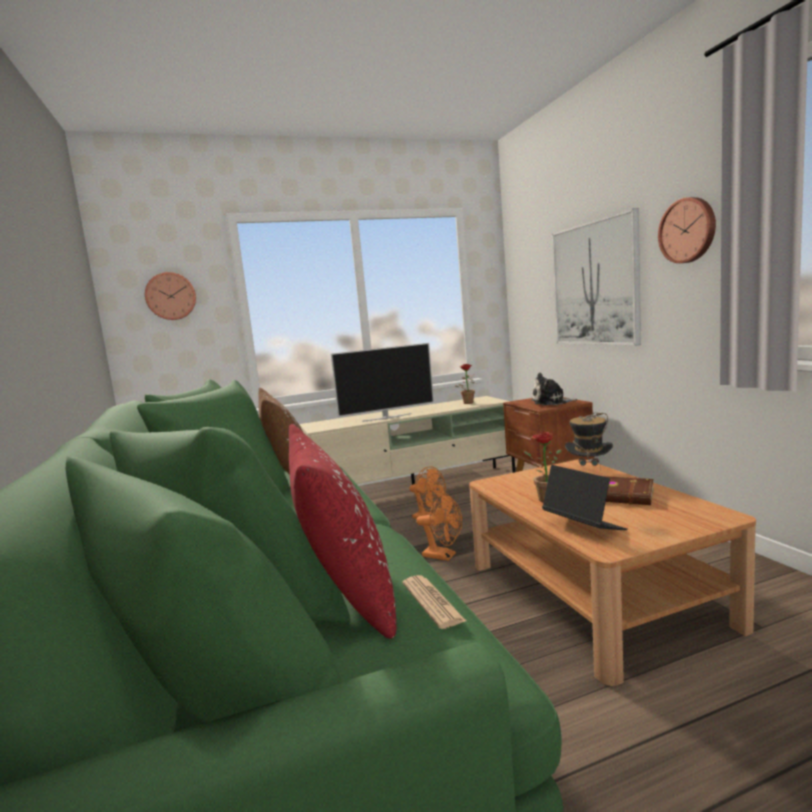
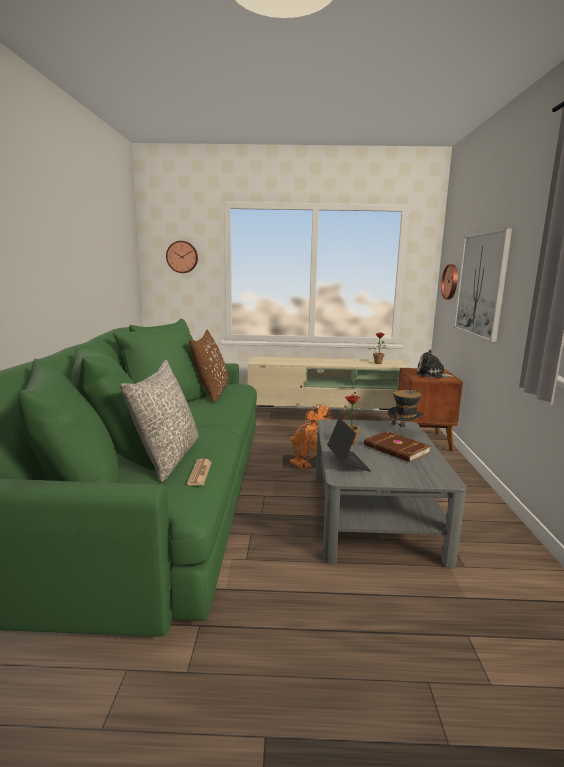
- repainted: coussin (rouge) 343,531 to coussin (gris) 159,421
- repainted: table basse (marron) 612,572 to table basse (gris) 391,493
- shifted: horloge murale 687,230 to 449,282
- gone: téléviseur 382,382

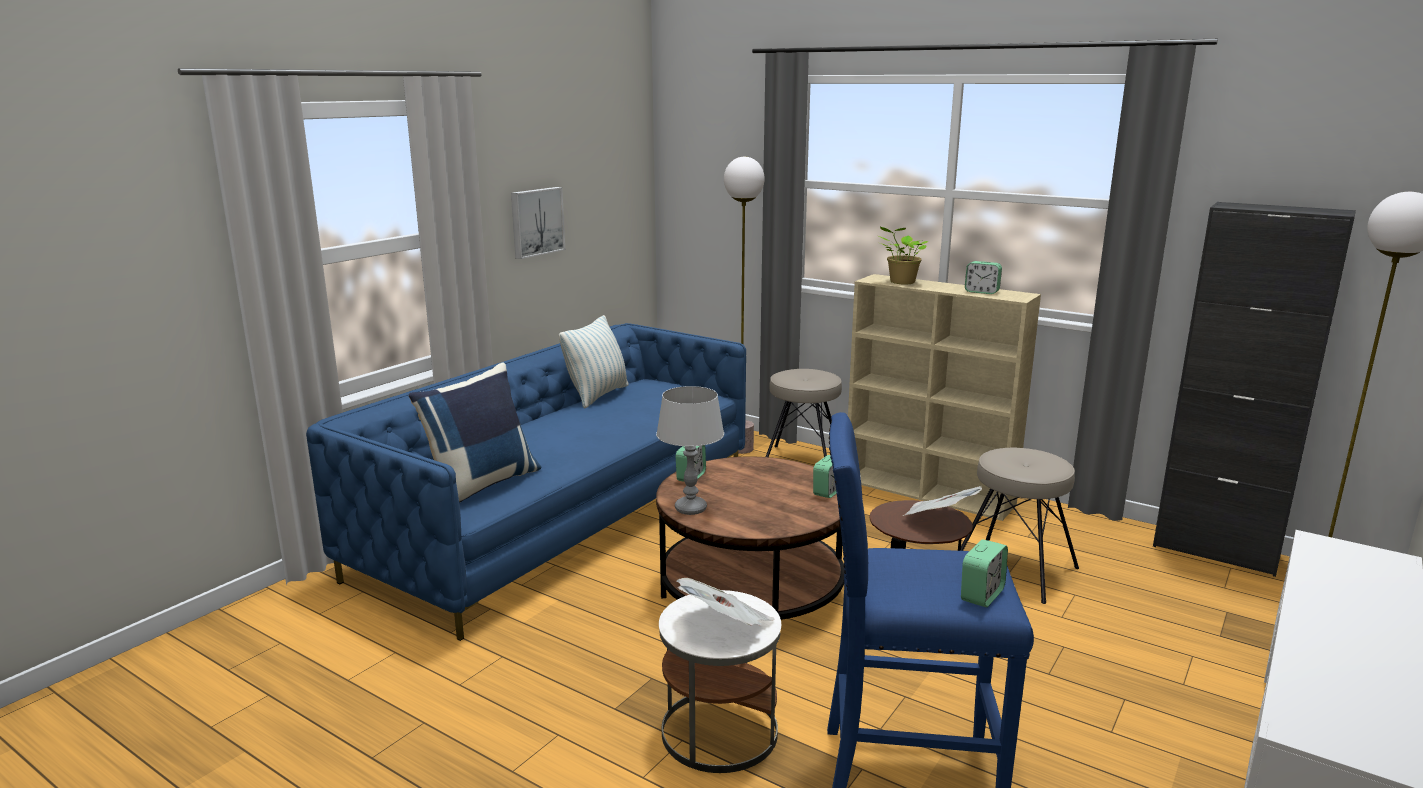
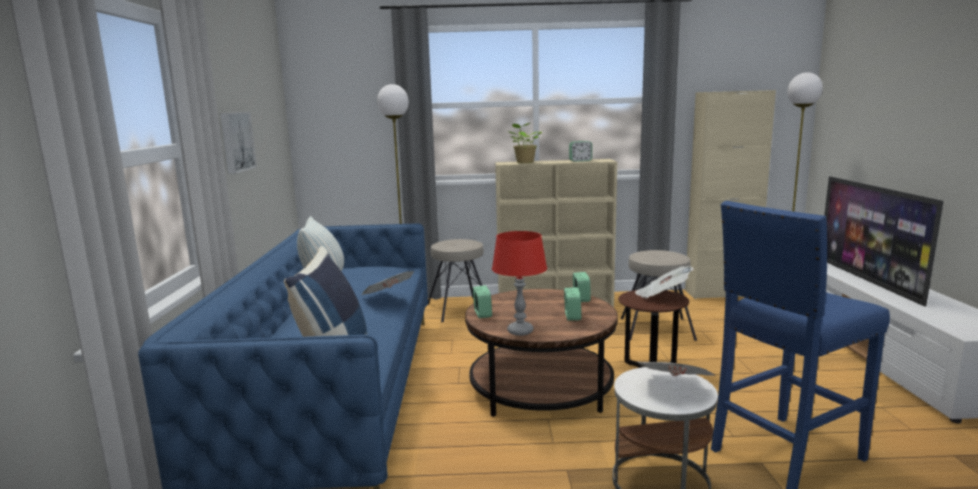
- new: journal 387,283
- repainted: lampe de table (gris) 690,450 to lampe de table (rouge) 519,283
- shifted: réveil 984,573 to 572,304
- repainted: meuble de rangement (noir) 1254,389 to meuble de rangement (beige) 730,194
- new: téléviseur 883,241

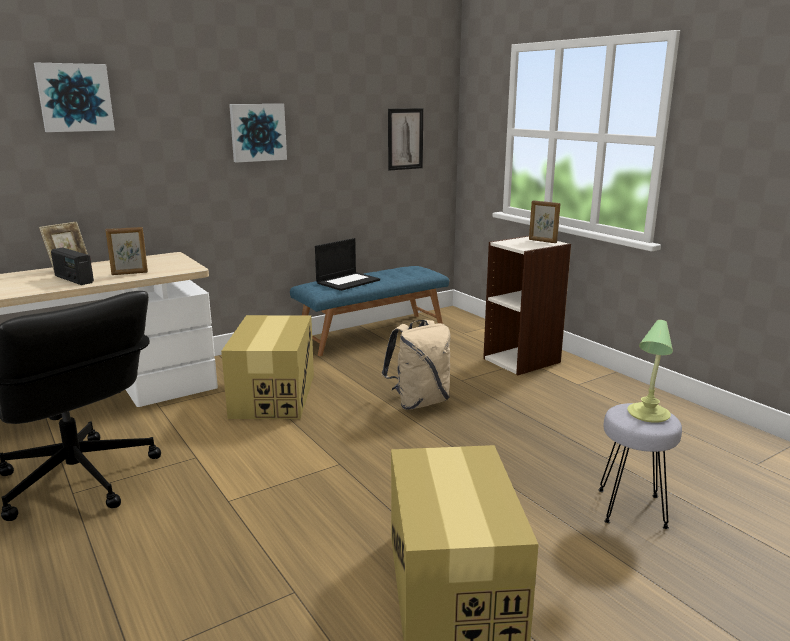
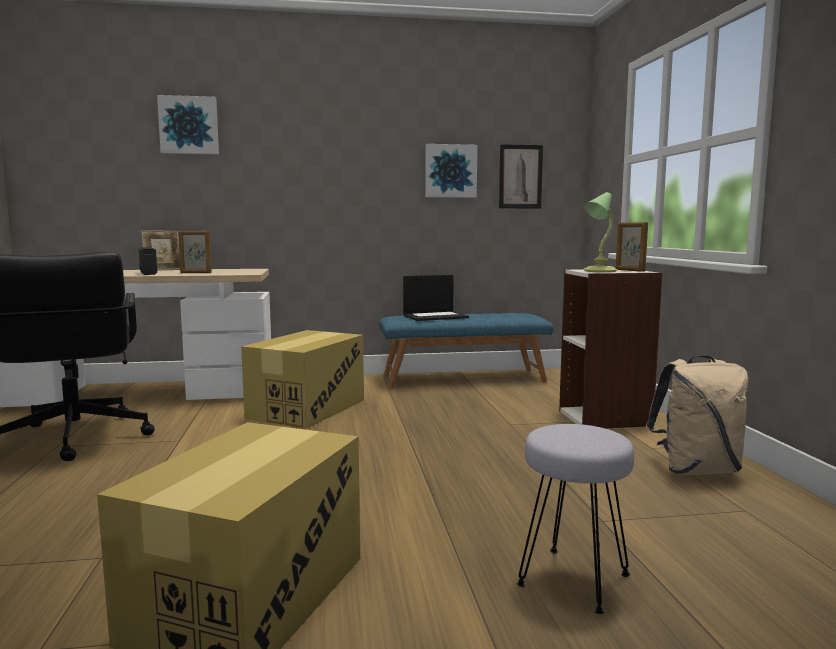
- shifted: tableau 258,133 to 451,171
- shifted: lampe de table 650,371 to 601,232
- shifted: sac à dos (beige) 416,364 to 697,415

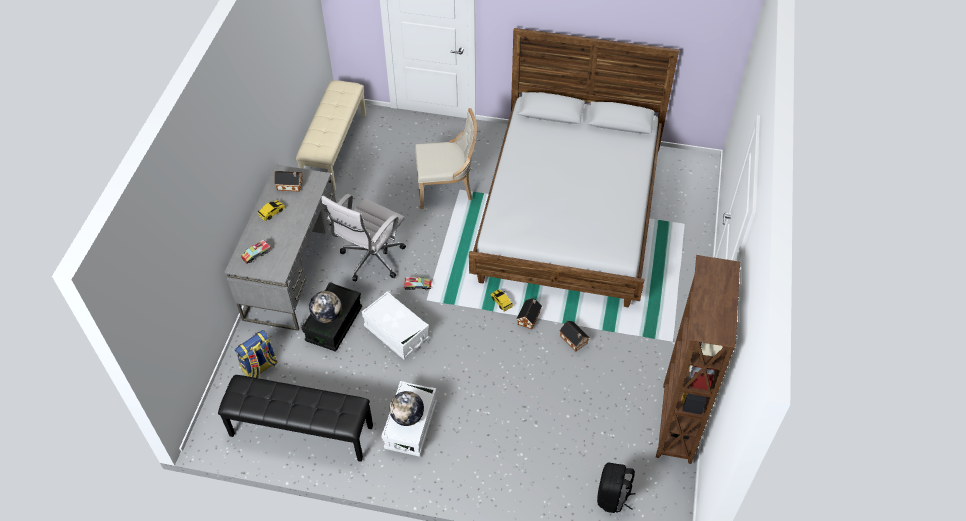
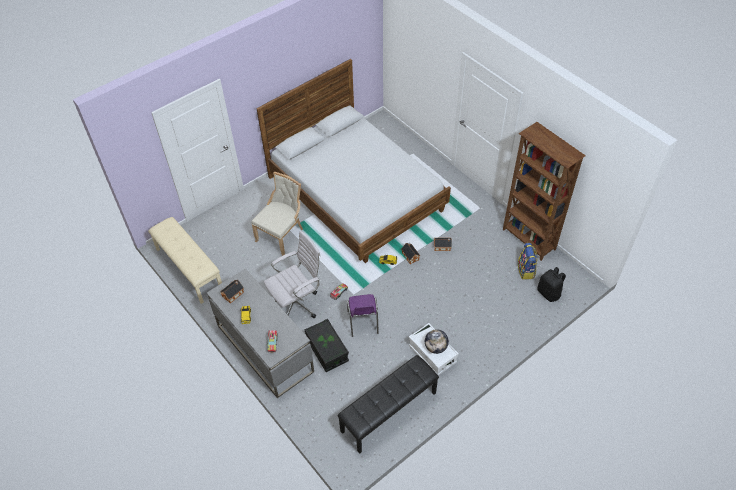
- rotated: chaise de bureau (blanc) 363,237 = 292,274 105 degrees counterclockwise
- swapped: boîte de rangement (blanc) 395,325 to chaise (violet) 363,315
- shifted: sac à dos 256,354 to 527,261
- gone: globe 325,307

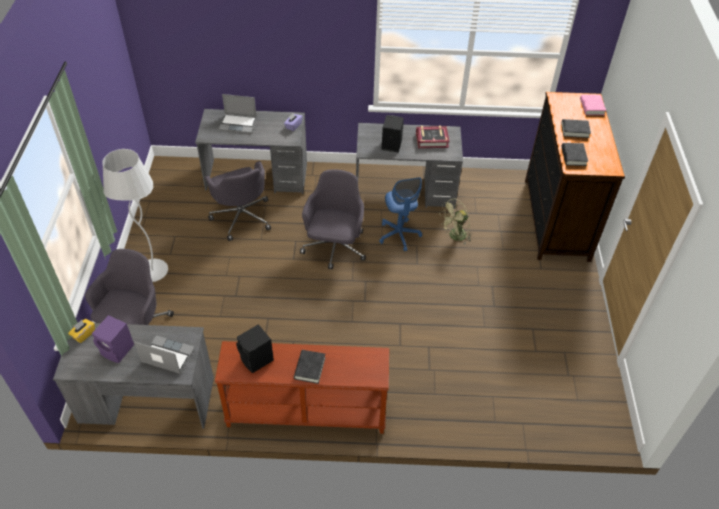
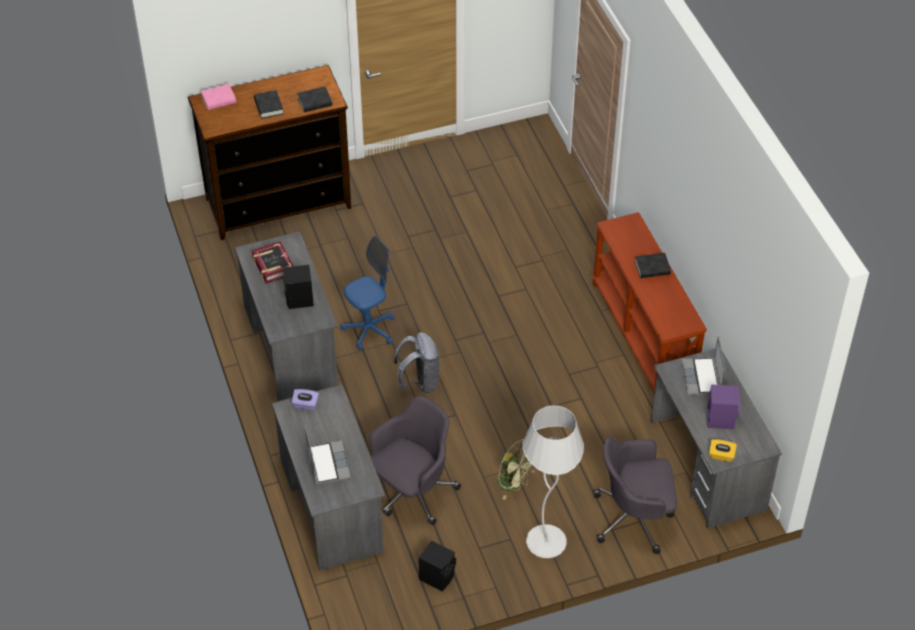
- swapped: chaise de bureau (gris) 333,219 to sac à dos (gris) 416,362
- shifted: enceinte (noir) 255,348 to 437,565
- shifted: ventilateur (vert) 455,221 to 516,469

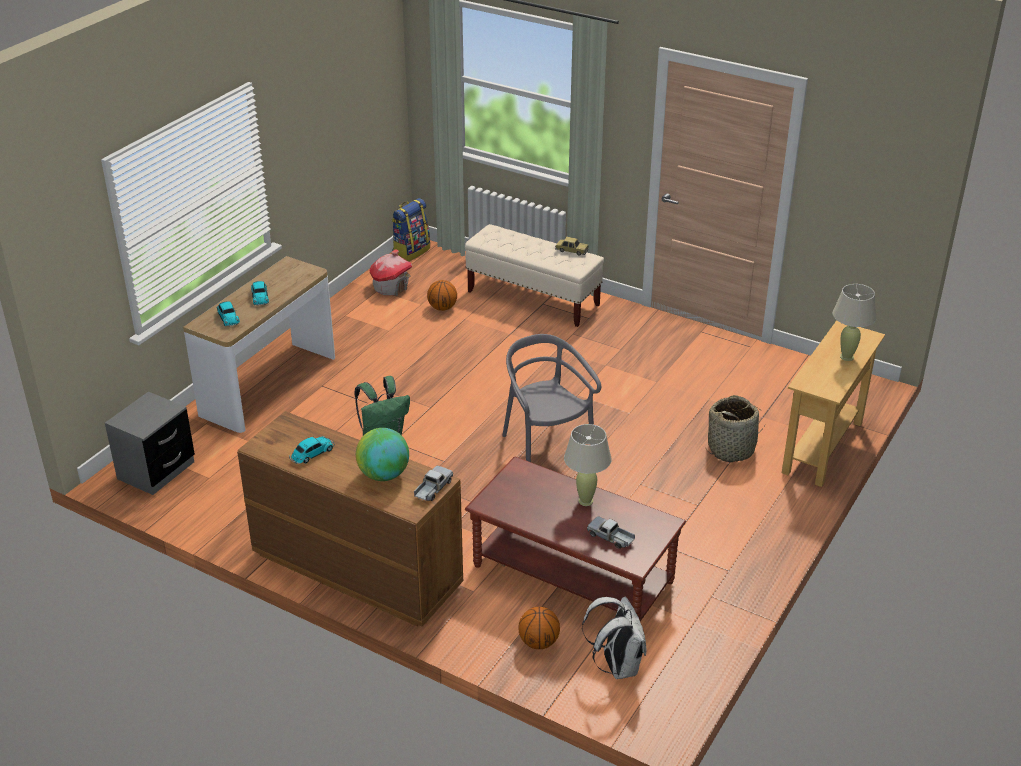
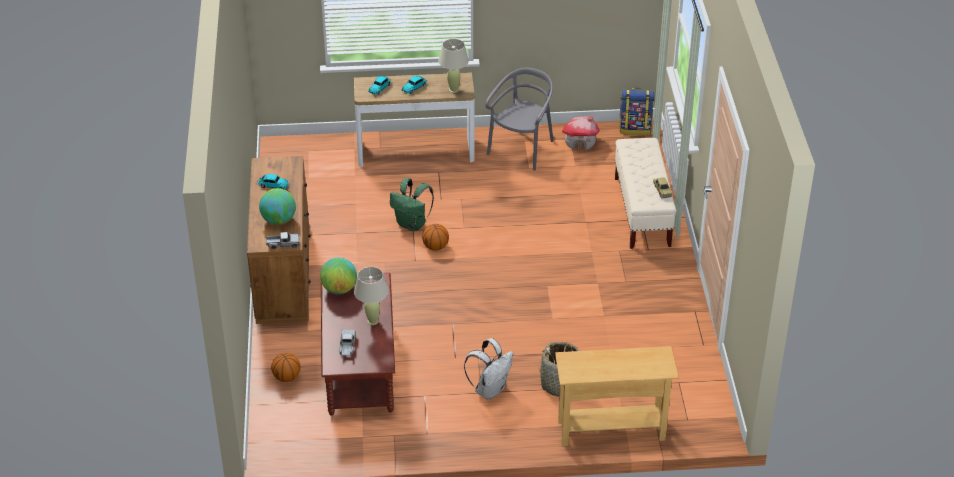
- new: globe 338,275
- shifted: ballon de basket 442,295 to 435,237
- shifted: lampe de table (beige) 854,322 to 454,66
- shifted: sac à dos (blanc) 614,637 to 488,369
- shifted: chaise (gris) 551,398 to 519,119
- gone: table de chevet (gris) 150,443

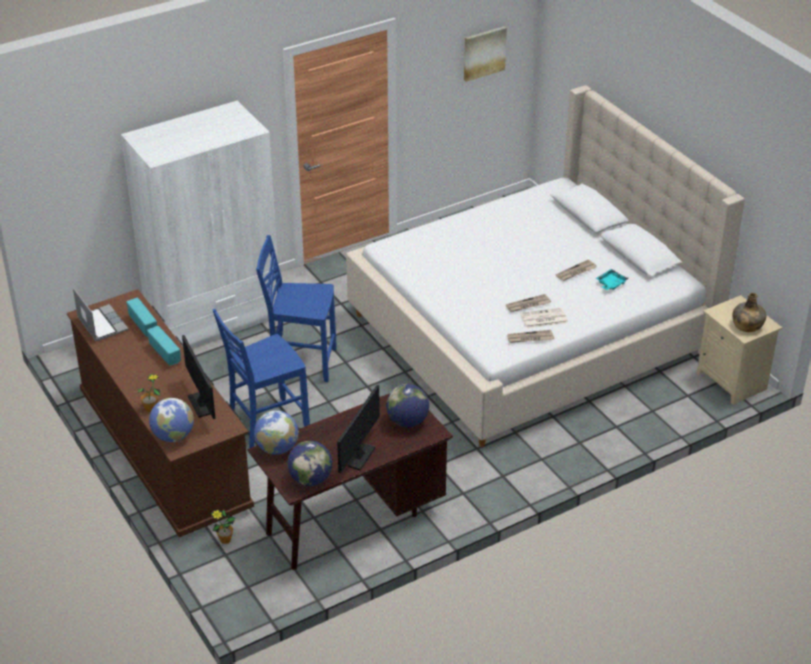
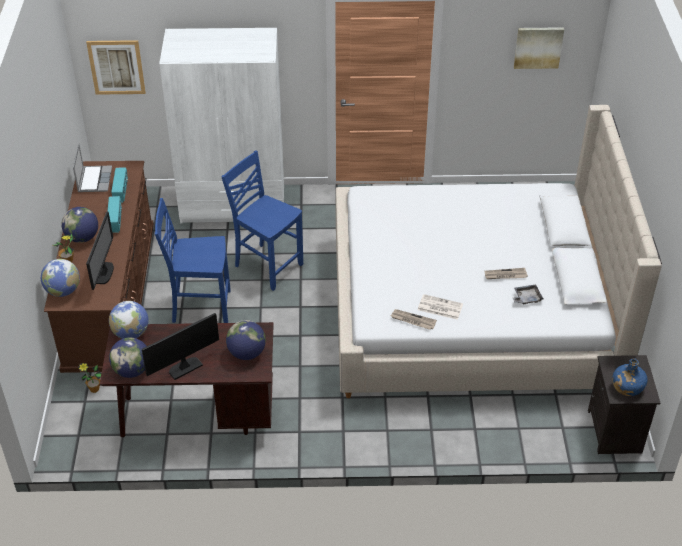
- new: globe 80,225
- new: tableau 116,67
- repainted: plateau (turquoise) 612,279 to plateau (gris) 528,294
- repainted: table de chevet (beige) 739,350 to table de chevet (noir) 624,404
- repainted: bouteille (vert) 749,312 to bouteille (bleu) 630,377
- gone: journal 528,303

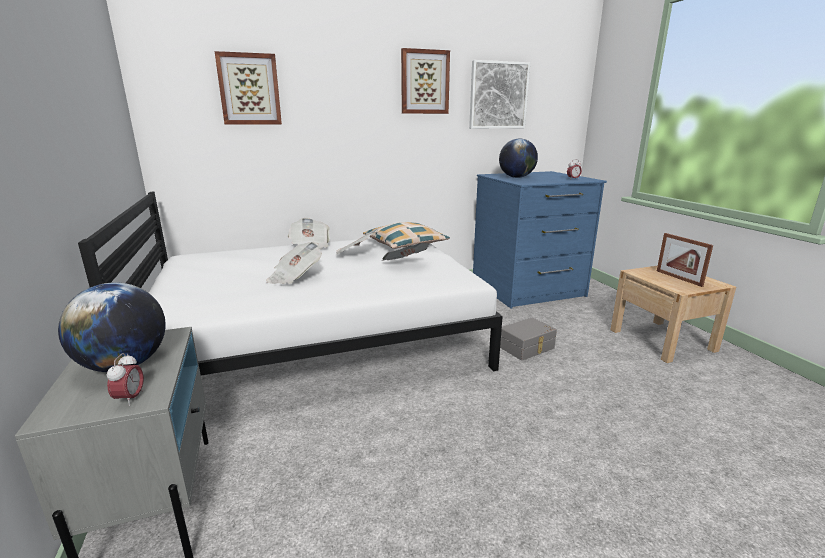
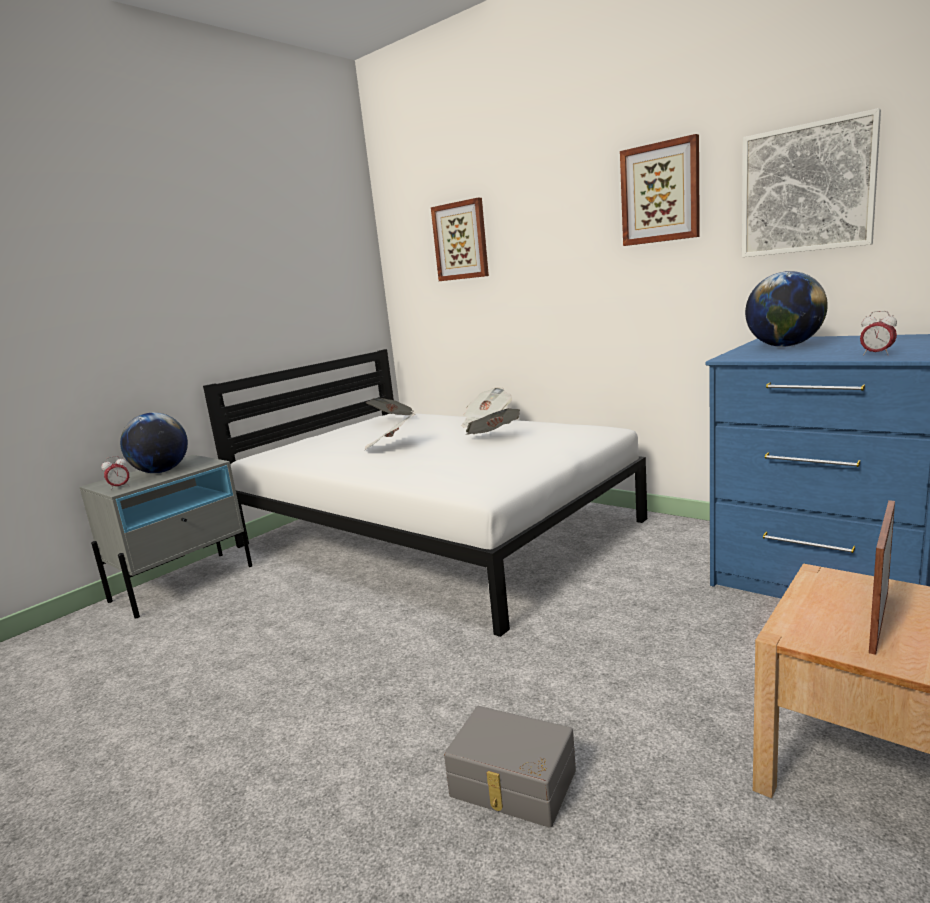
- shifted: journal 405,251 to 390,406
- shifted: boîte de rangement (gris) 528,339 to 510,767
- gone: coussin 406,235

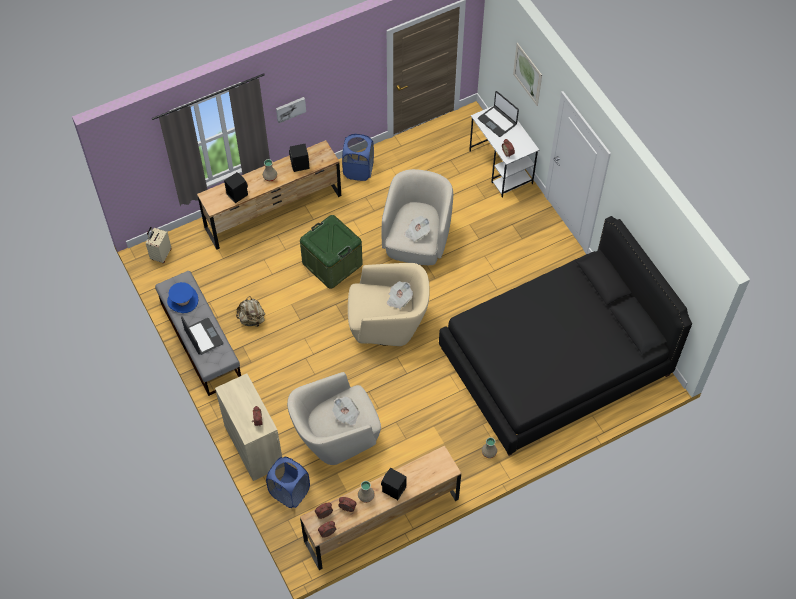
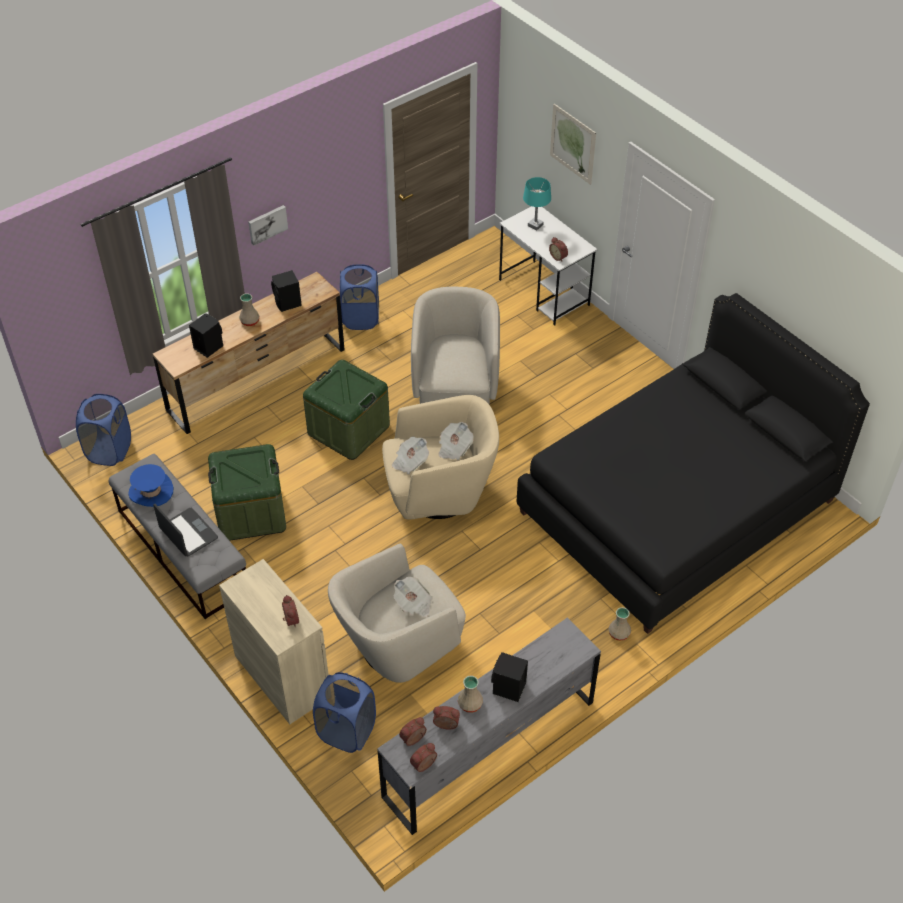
- swapped: valise (beige) 158,245 to panier à linge (bleu) 103,430
- swapped: sac à dos (beige) 250,311 to boîte de rangement (vert) 247,492
- repainted: commode (marron) 380,507 to commode (gris) 489,726
- shifted: journal 417,229 to 410,455
- swapped: ordinateur portable 498,114 to lampe de table (turquoise) 537,203

